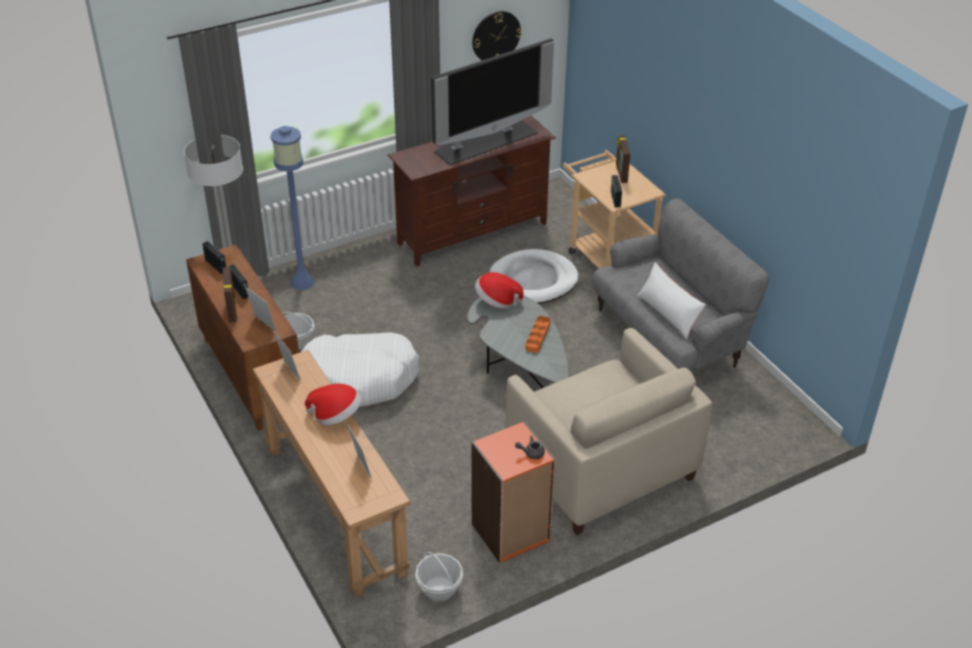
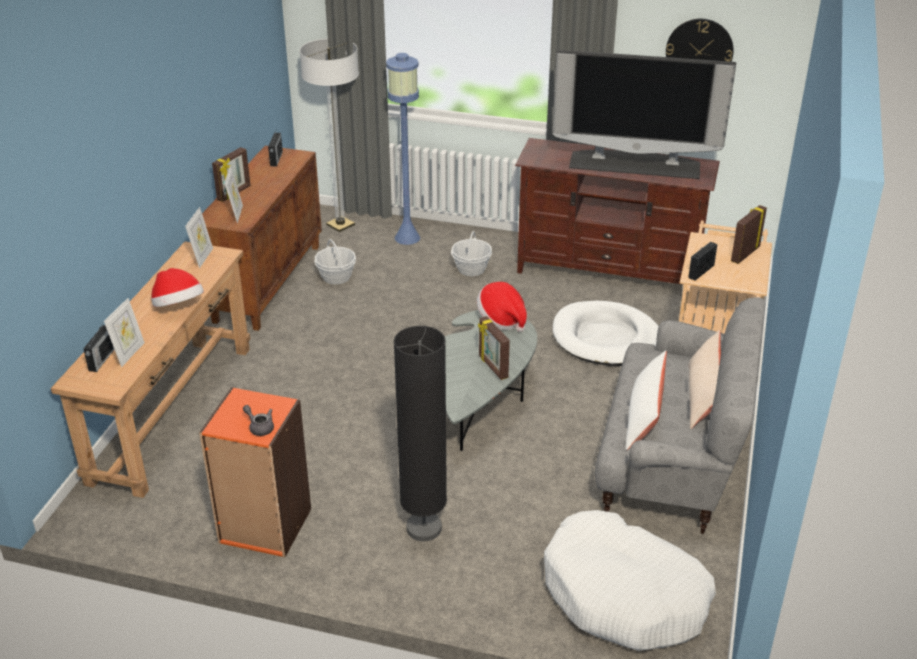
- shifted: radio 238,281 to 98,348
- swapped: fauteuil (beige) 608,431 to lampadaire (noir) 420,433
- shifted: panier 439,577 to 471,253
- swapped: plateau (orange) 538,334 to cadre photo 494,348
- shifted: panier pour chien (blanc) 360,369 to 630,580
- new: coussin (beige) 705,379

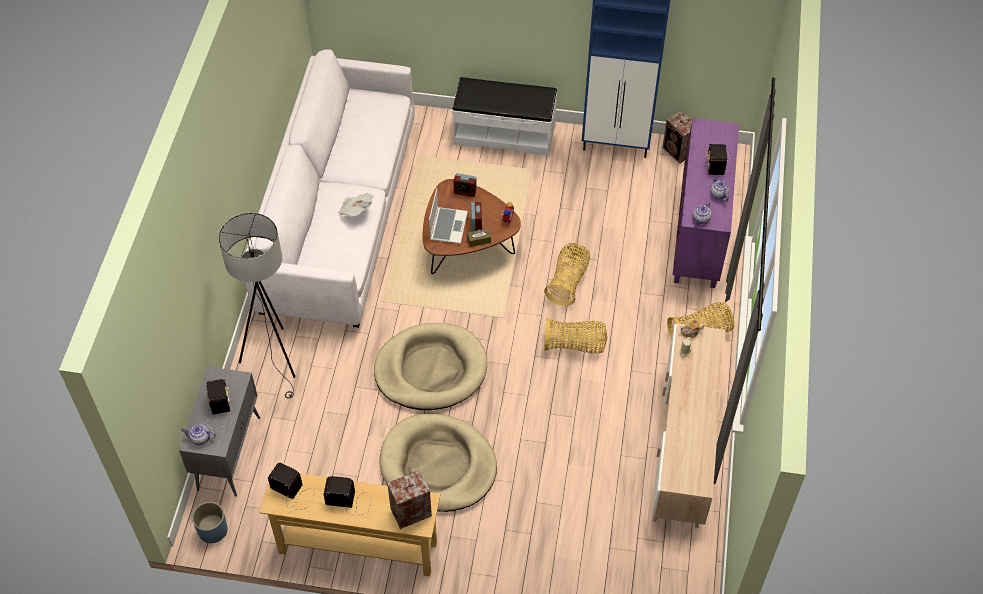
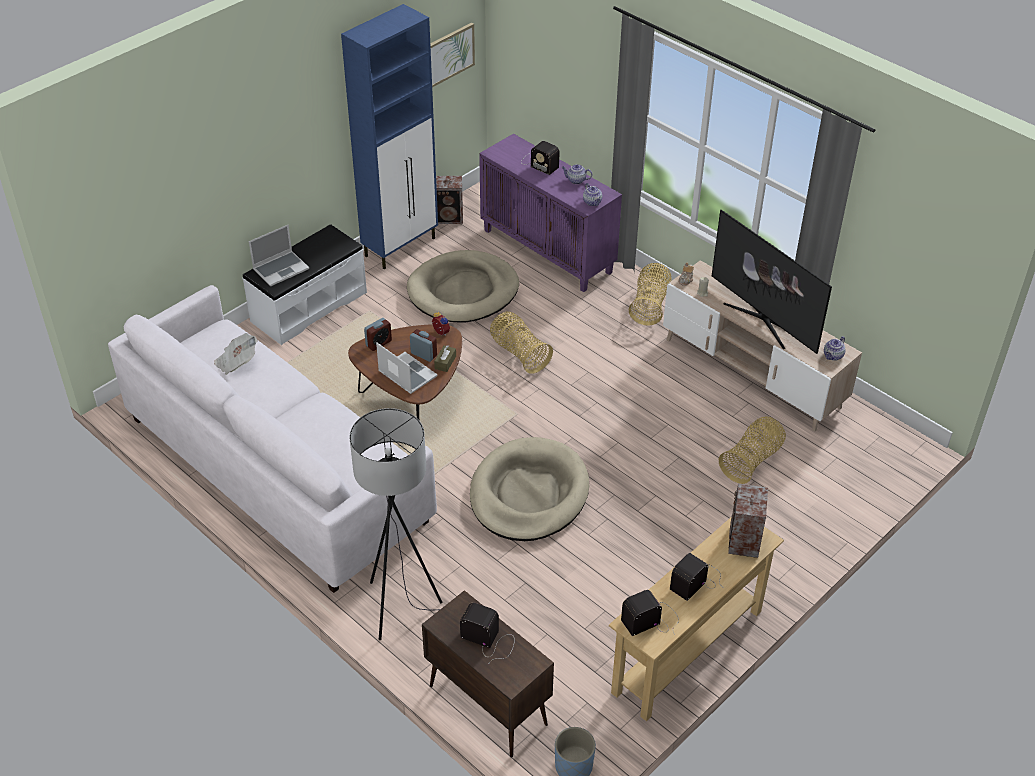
- shifted: journal 356,205 to 236,354
- new: ordinateur portable 279,255
- shifted: panier pour chien (beige) 438,463 to 463,286
- repainted: meuble de rangement (gris) 219,432 to meuble de rangement (marron) 488,673
- new: tableau 452,55
- new: téléviseur 772,282
- shifted: panier 575,336 to 752,450
- shifted: théière 198,434 to 835,348

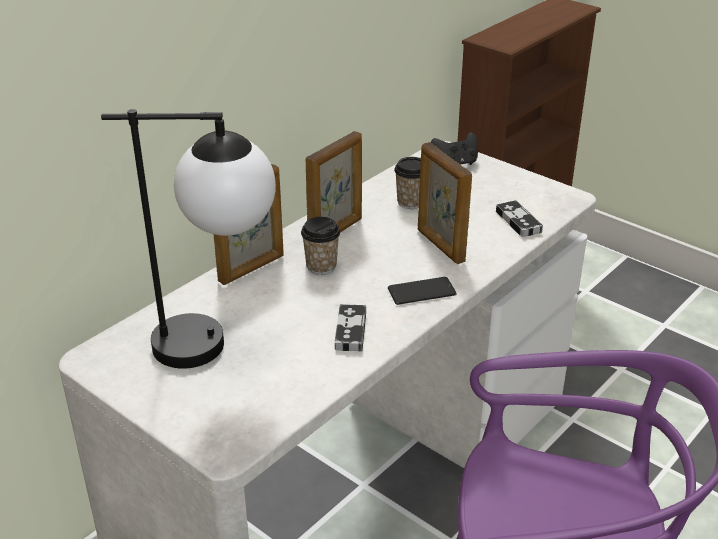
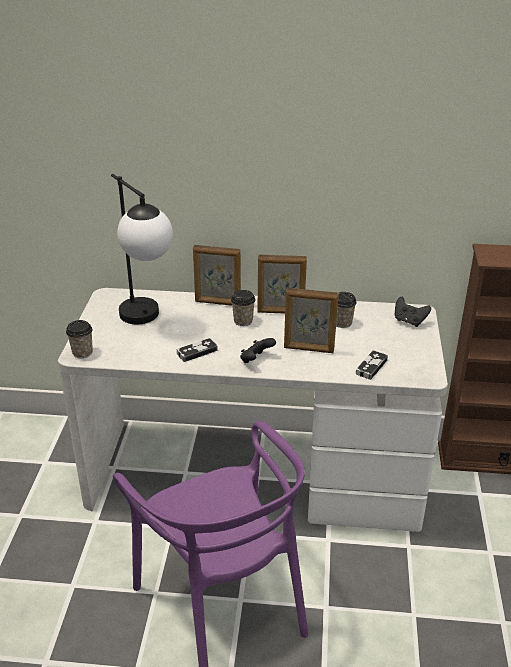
- new: tasse 79,339
- swapped: téléphone 422,291 to manette (noir) 258,350
- rotated: cadre photo 445,203 = 311,320 105 degrees counterclockwise

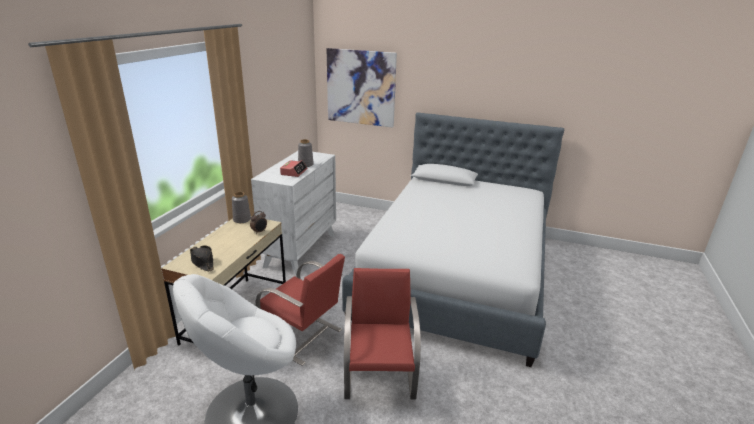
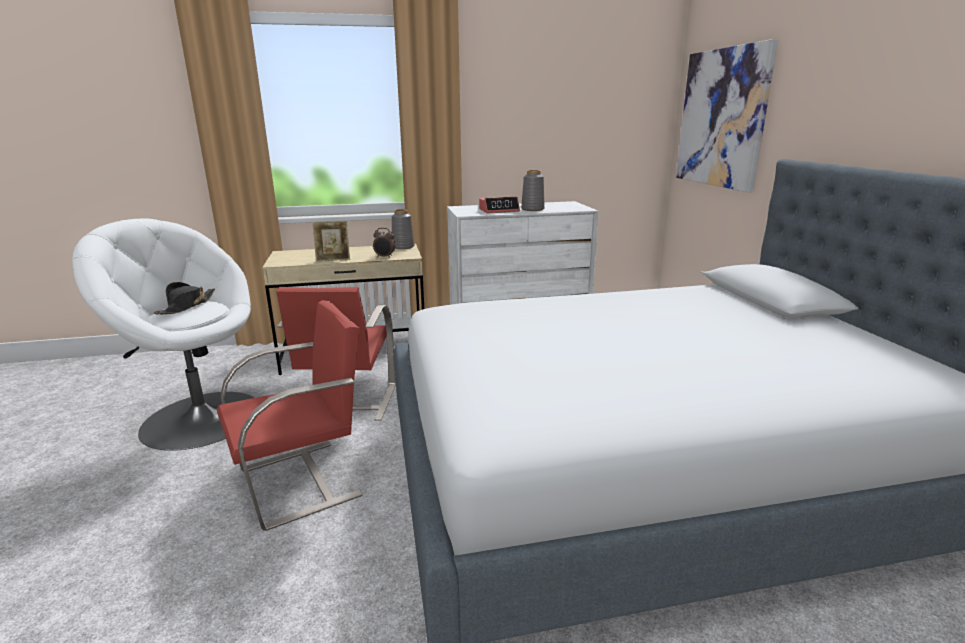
- shifted: chapeau (noir) 202,258 to 184,298
- new: cadre photo 331,241

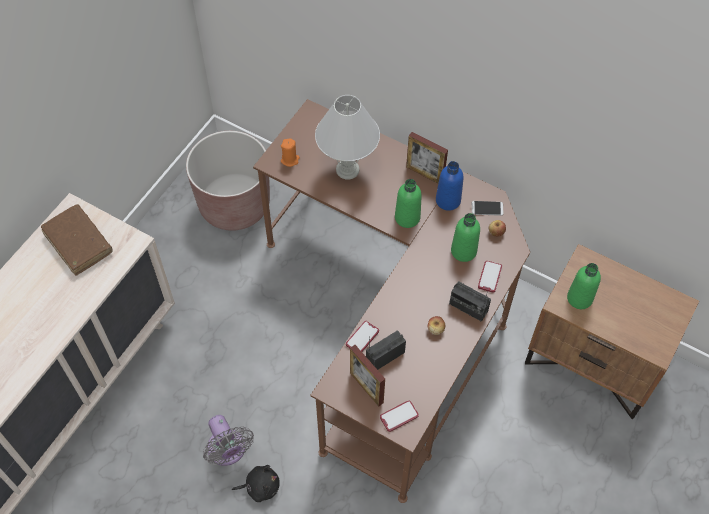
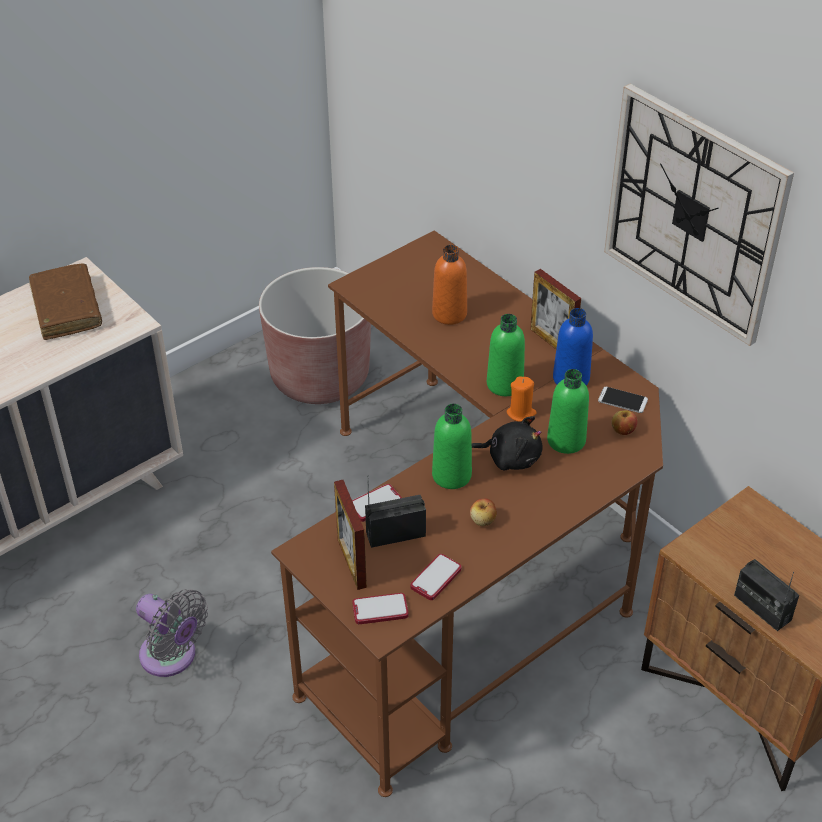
- rotated: ventilateur (gris) 228,440 = 172,633 45 degrees counterclockwise
- shifted: téléphone 490,277 to 436,577
- swapped: lampe de table (blanc) 347,137 to bouteille (orange) 449,285
- shifted: bouteille (vert) 584,286 to 452,446
- shifted: peluche (noir) 256,483 to 507,443
- shifted: bougie (orange) 290,152 to 522,399
- new: horloge murale 699,215
- shifted: radio 470,301 to 766,595

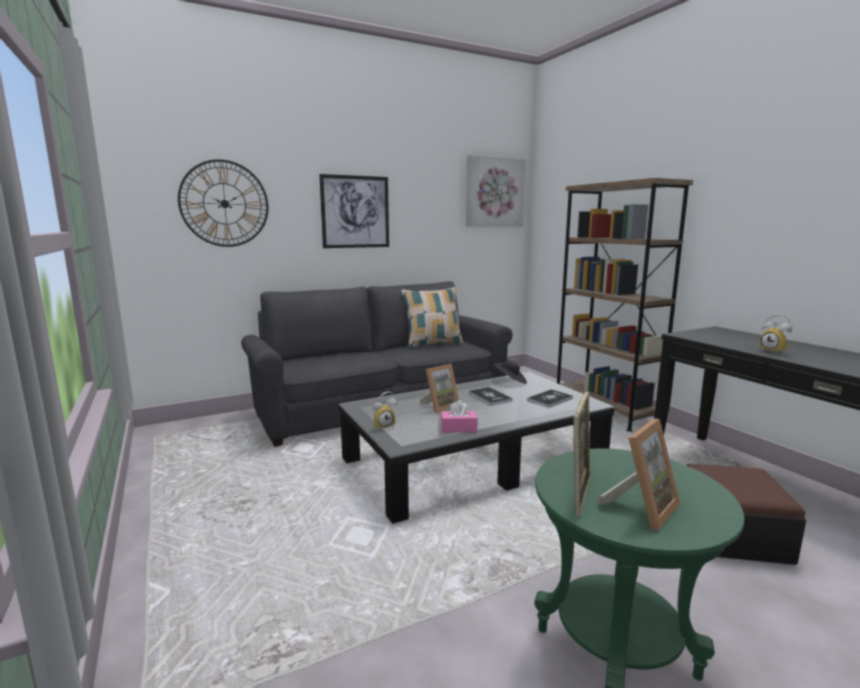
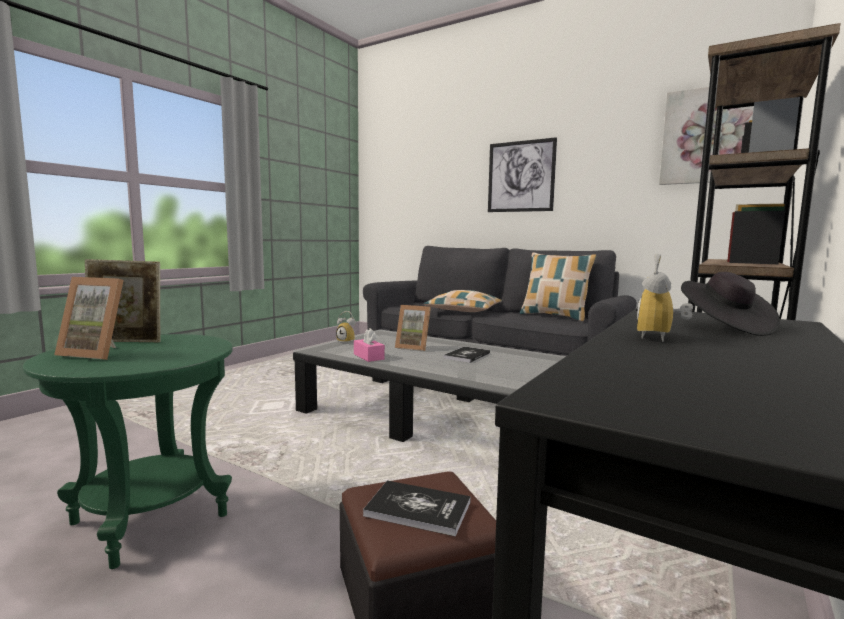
- shifted: livre 550,398 to 417,508
- new: coussin 463,301
- shifted: chapeau (noir) 510,372 to 730,304
- gone: horloge murale 223,203

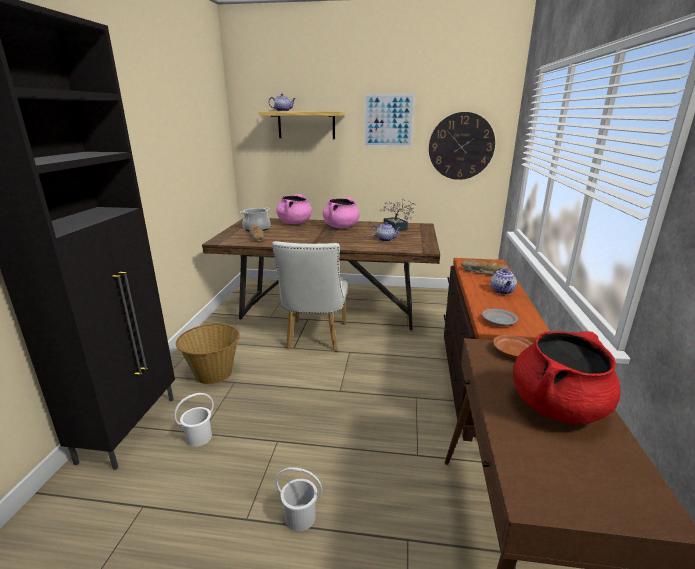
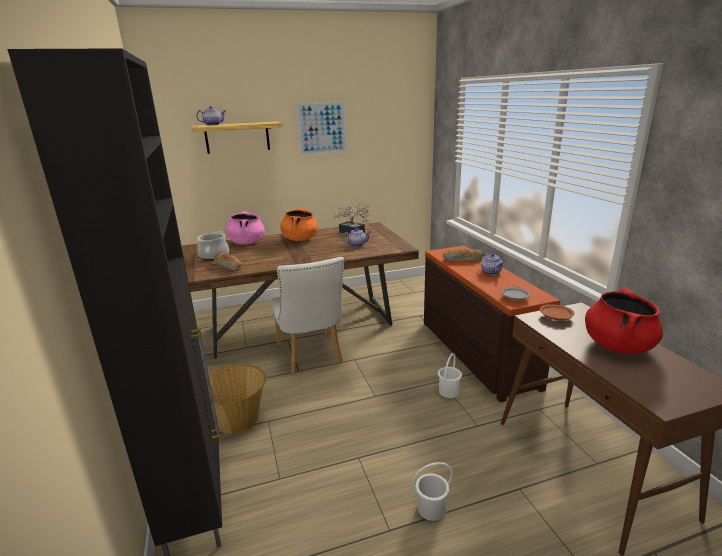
- repainted: marmite (rose) 341,212 to marmite (orange) 299,224
- shifted: seau (blanc) 194,420 to 450,375
- gone: horloge murale 462,146

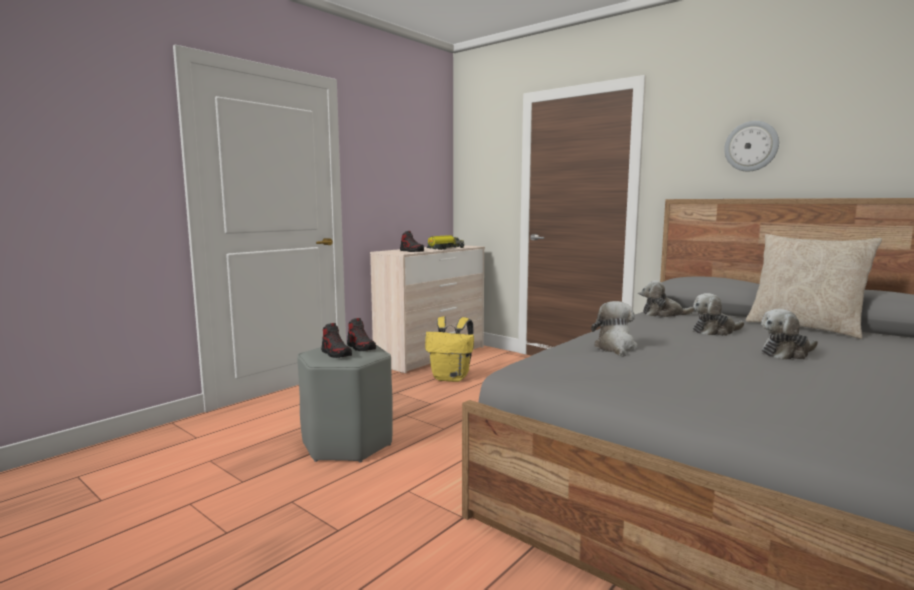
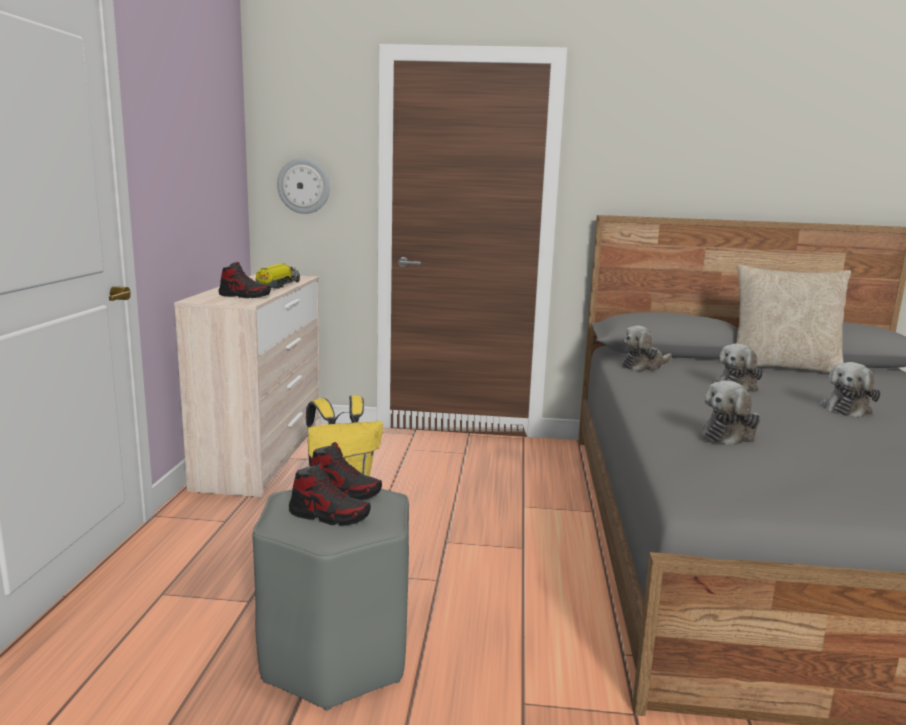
- shifted: horloge murale 751,146 to 303,186
- rotated: peluche 614,329 = 731,412 105 degrees counterclockwise

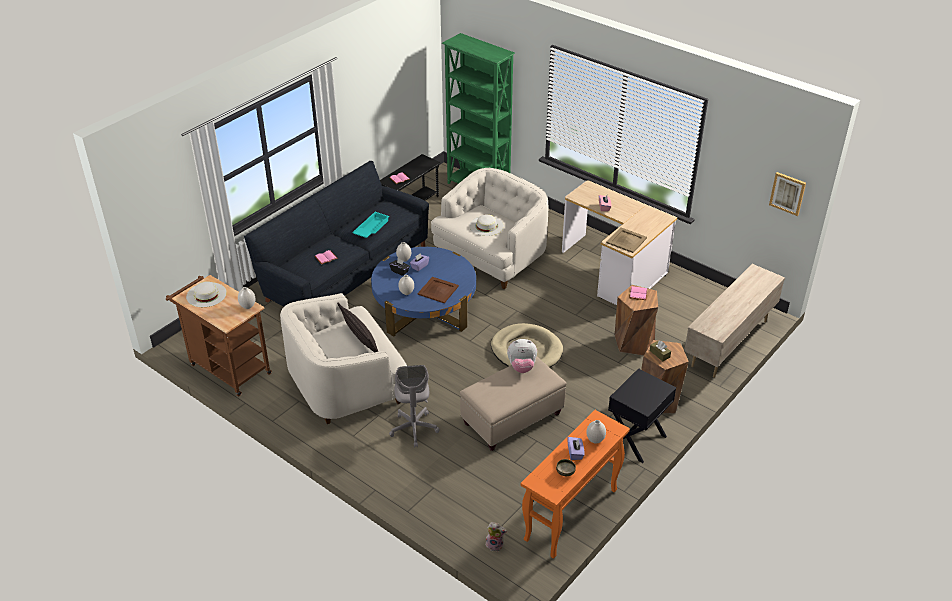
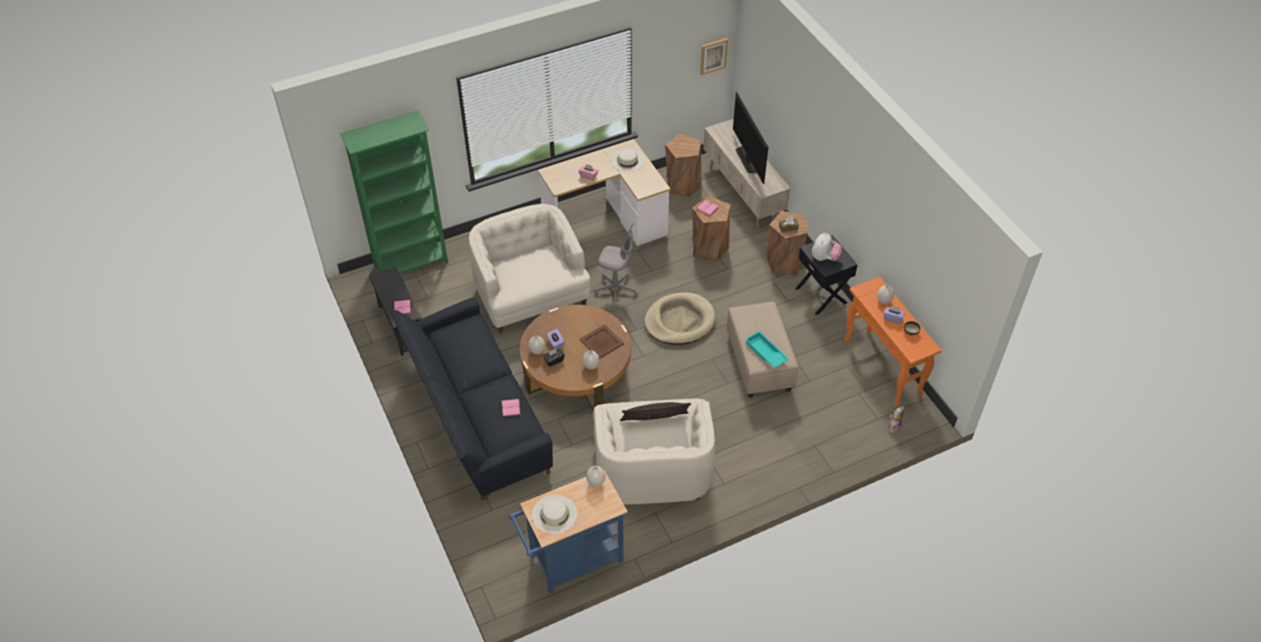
- repainted: chariot (marron) 219,335 to chariot (bleu) 568,531
- repainted: table basse (bleu) 423,291 to table basse (marron) 575,357
- shifted: chaise de bureau (gris) 414,406 to 616,264
- shifted: chapeau (blanc) 486,225 to 627,160
- new: tabouret (marron) 683,166
- new: téléviseur 750,138
- shifted: plateau (turquoise) 370,225 to 767,349
- shifted: peluche 522,356 to 827,246
- gone: plateau (beige) 626,240

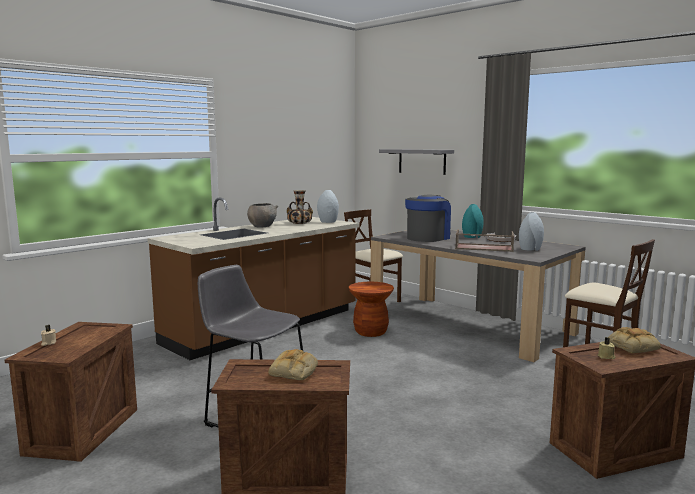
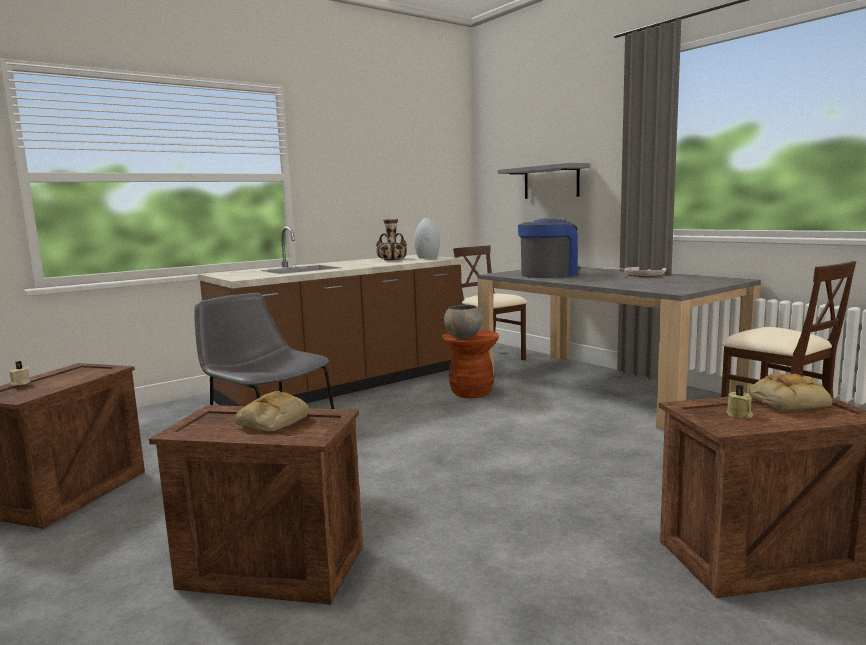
- shifted: bol (gris) 262,215 to 464,321
- gone: plateau (marron) 484,240
- gone: vase (turquoise) 473,221
- gone: vase (gris) 531,231

